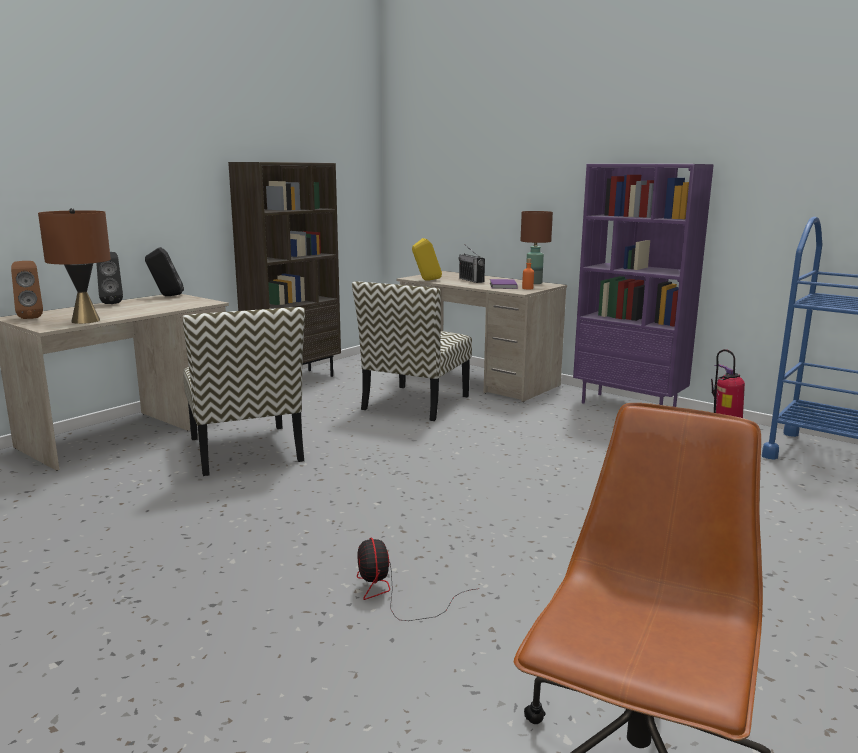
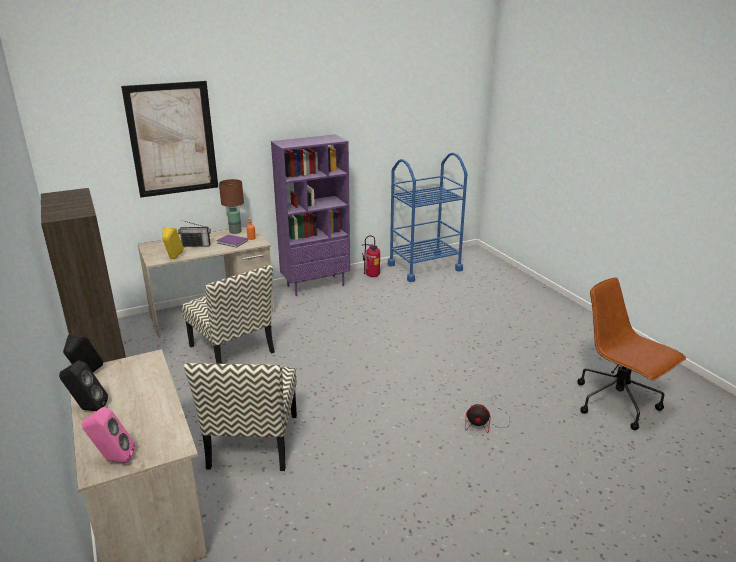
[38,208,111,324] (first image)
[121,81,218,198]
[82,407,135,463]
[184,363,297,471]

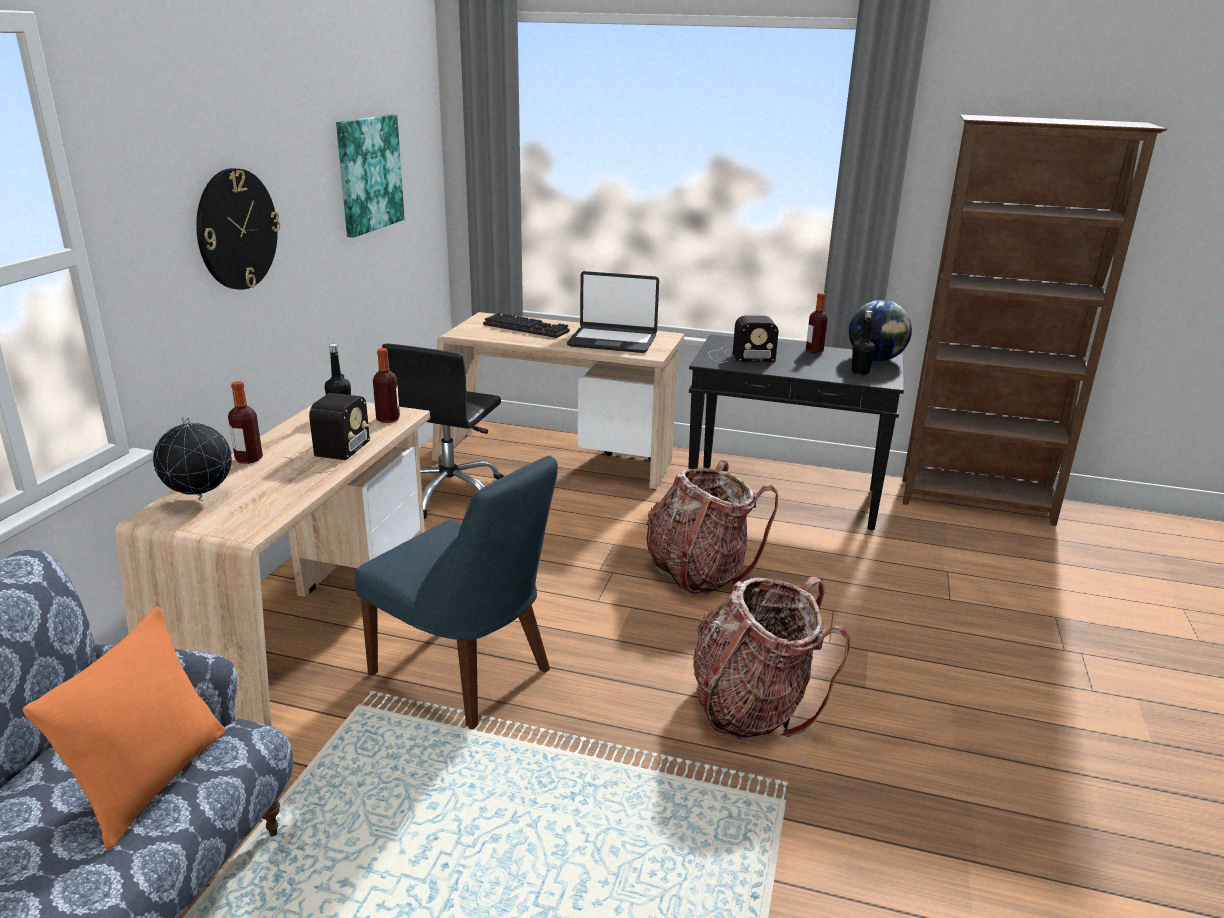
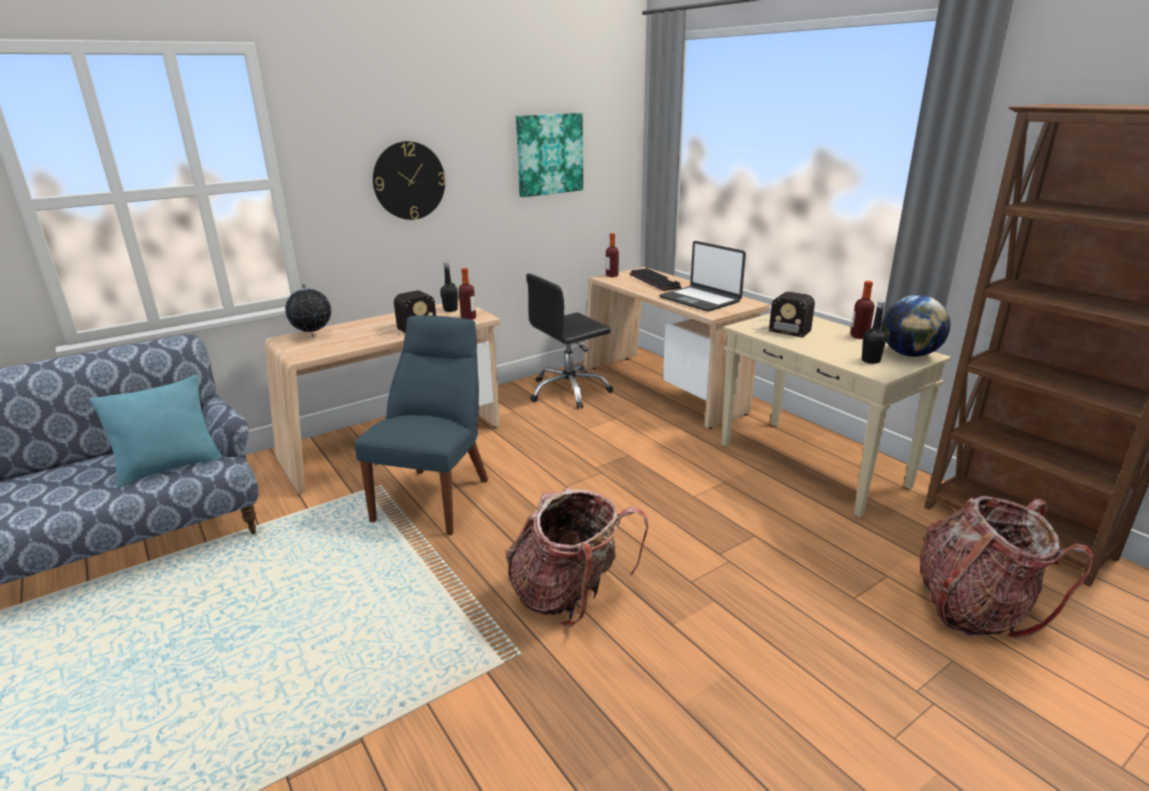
[606,233,619,277]
[920,496,1094,638]
[90,375,222,488]
[722,313,951,517]
[355,316,488,535]

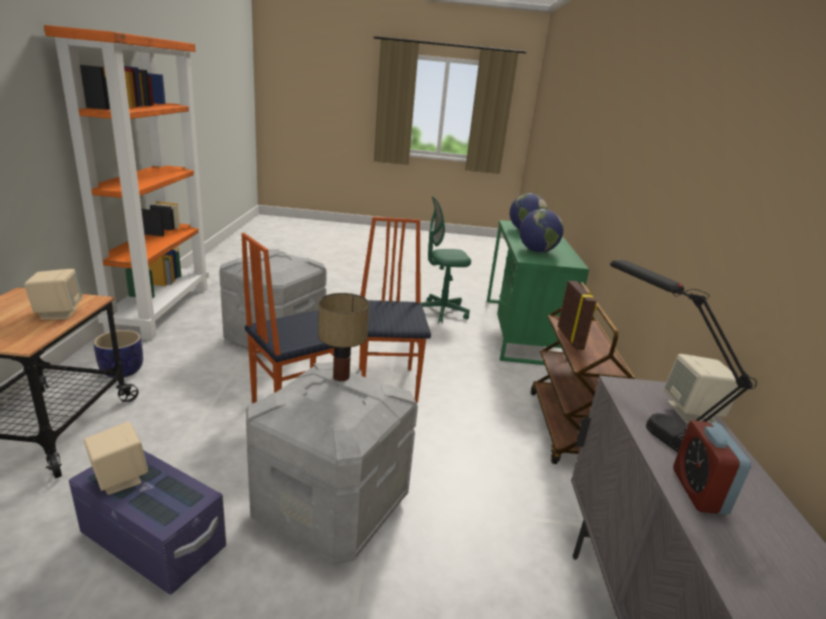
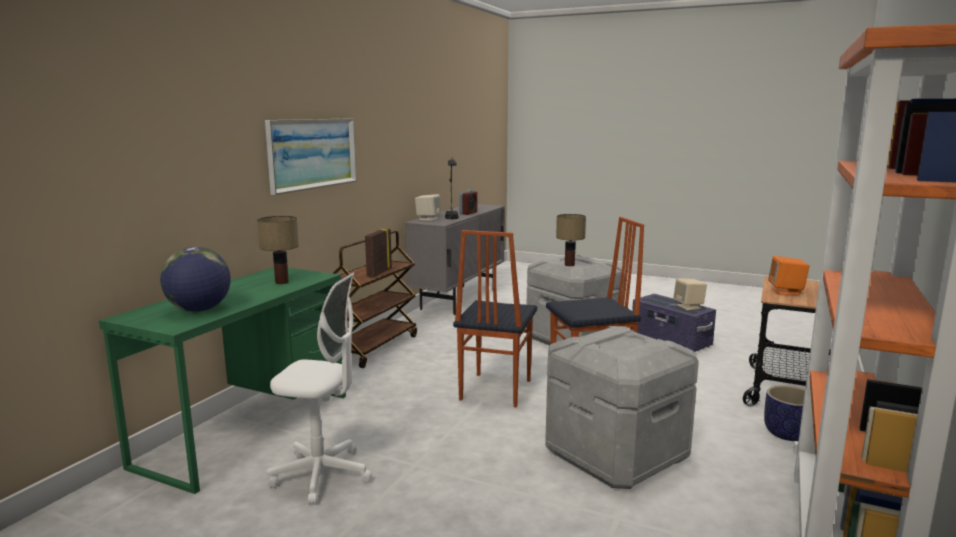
[265,119,357,195]
[257,216,299,284]
[768,256,809,296]
[267,272,372,505]

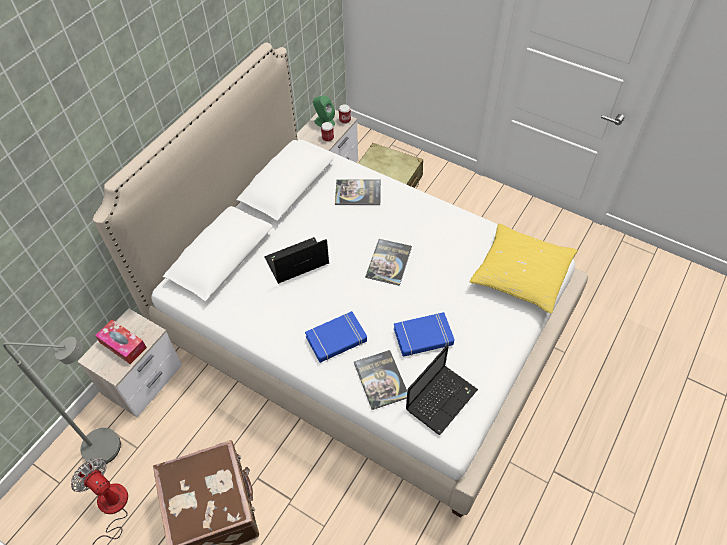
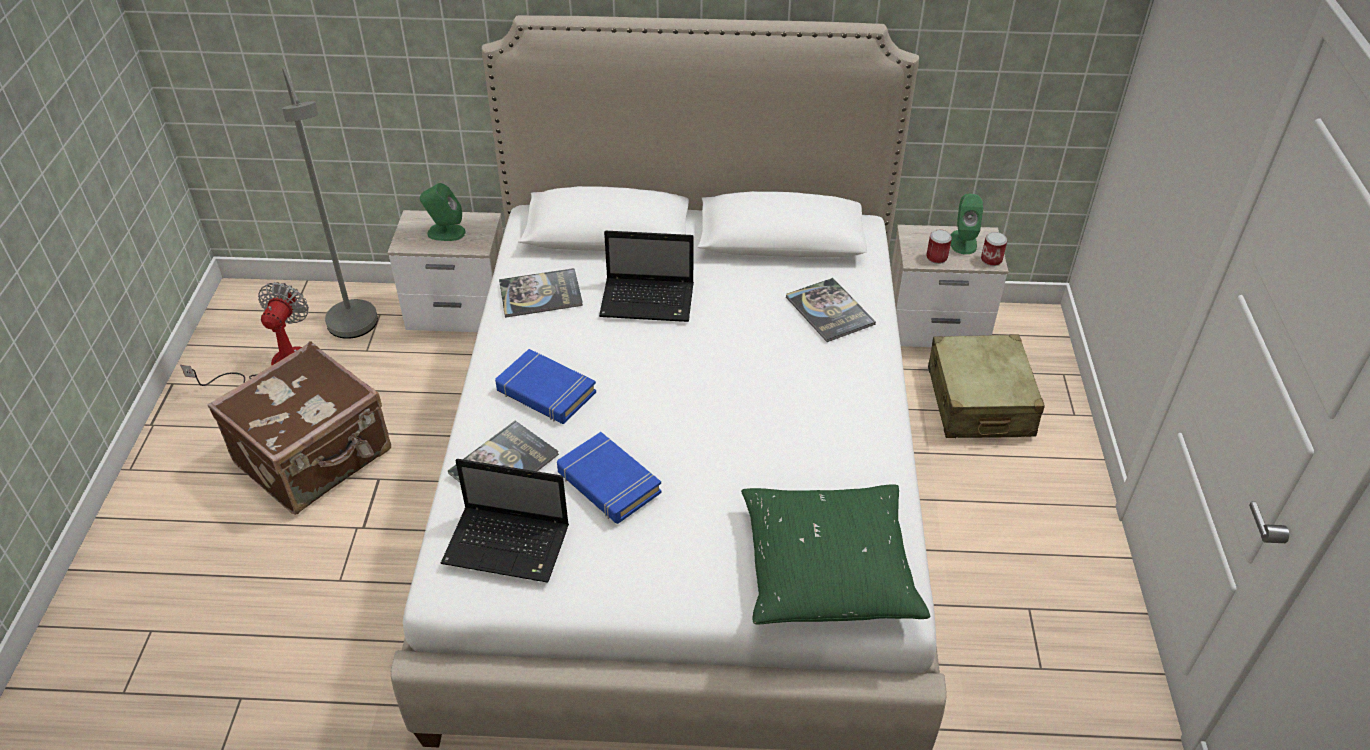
[499,268,583,318]
[420,183,465,241]
[741,484,930,625]
[599,231,694,322]

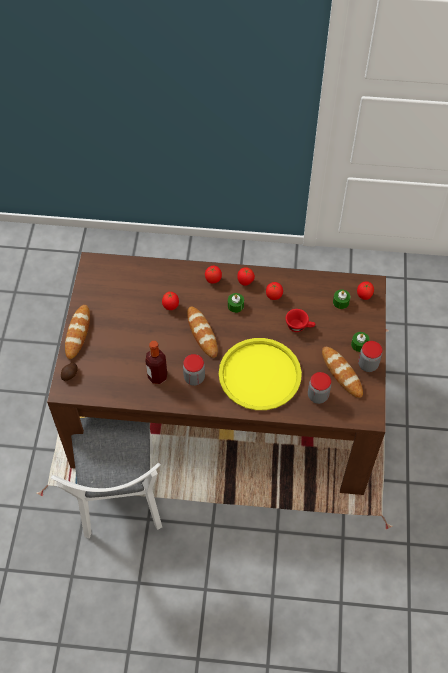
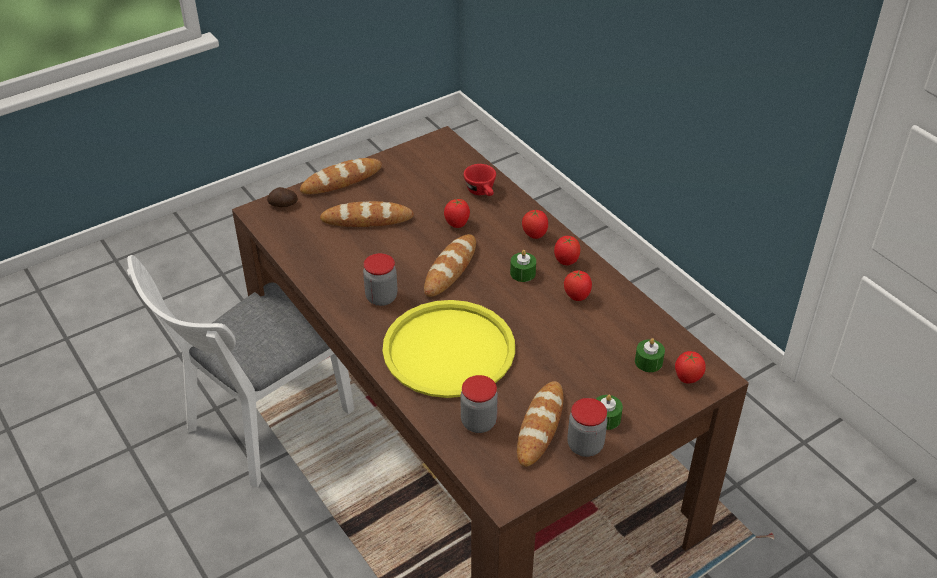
[145,341,167,384] (first image)
[320,201,414,227]
[464,164,496,196]

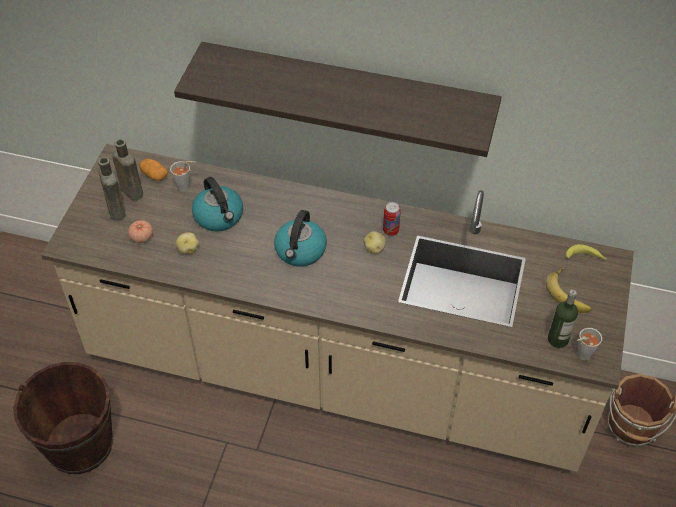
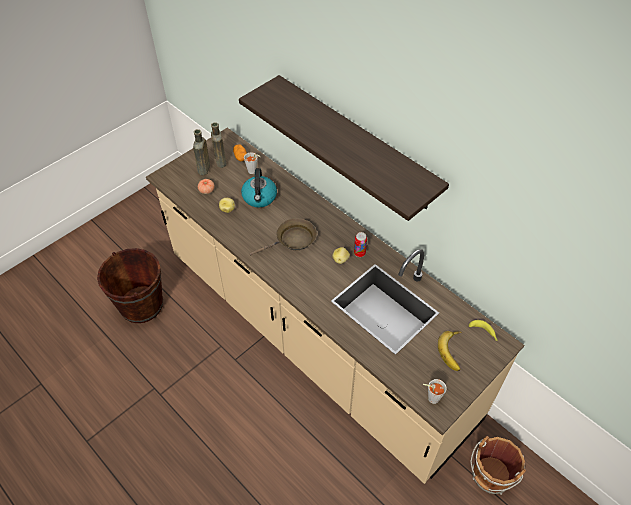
[548,290,578,348] (first image)
[249,218,317,256]

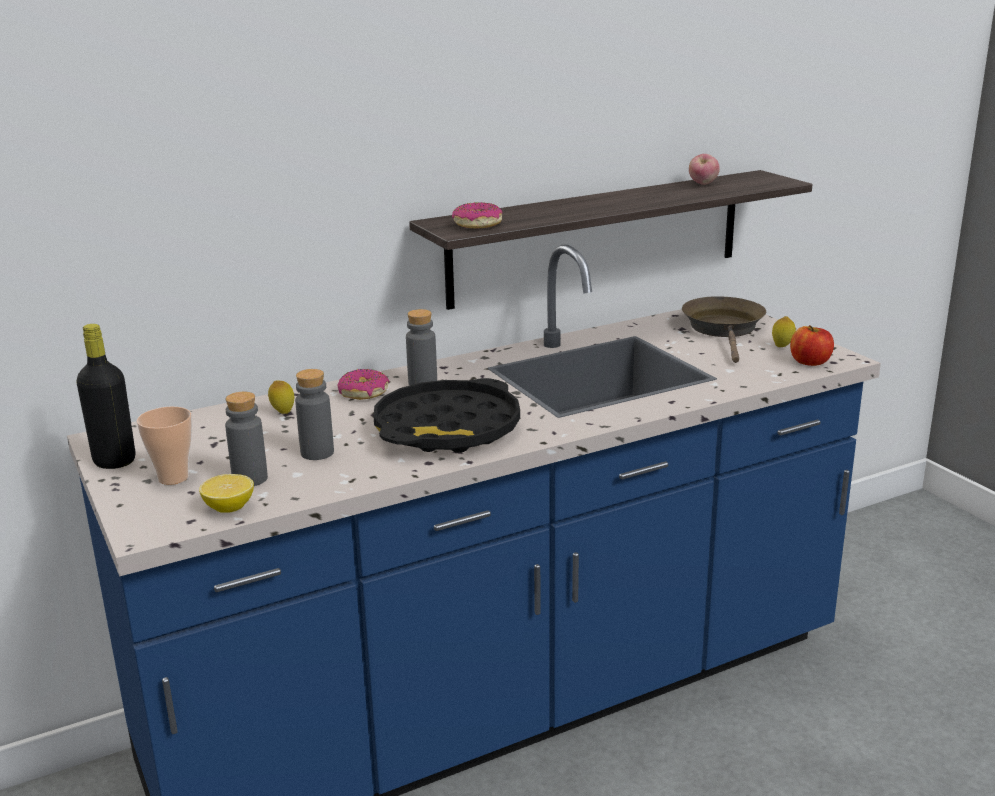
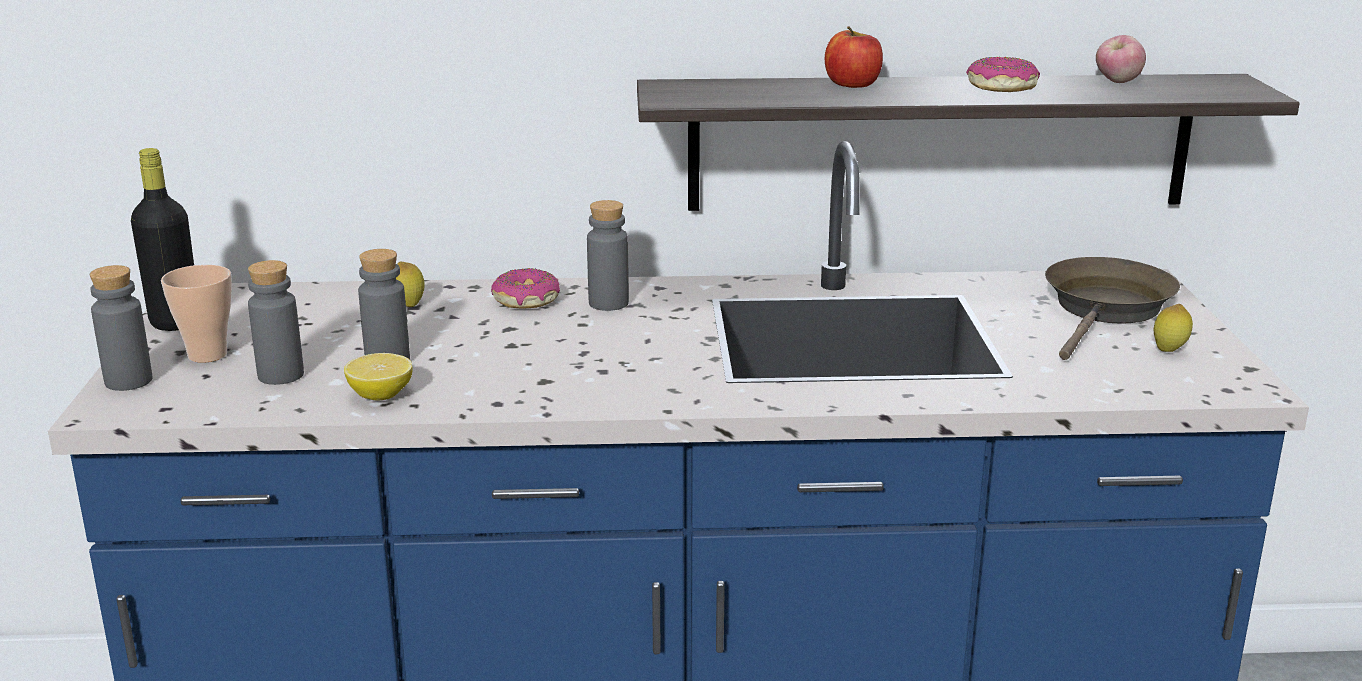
[373,378,520,453] (first image)
[90,265,152,391]
[344,353,413,401]
[966,57,1040,92]
[825,26,883,88]

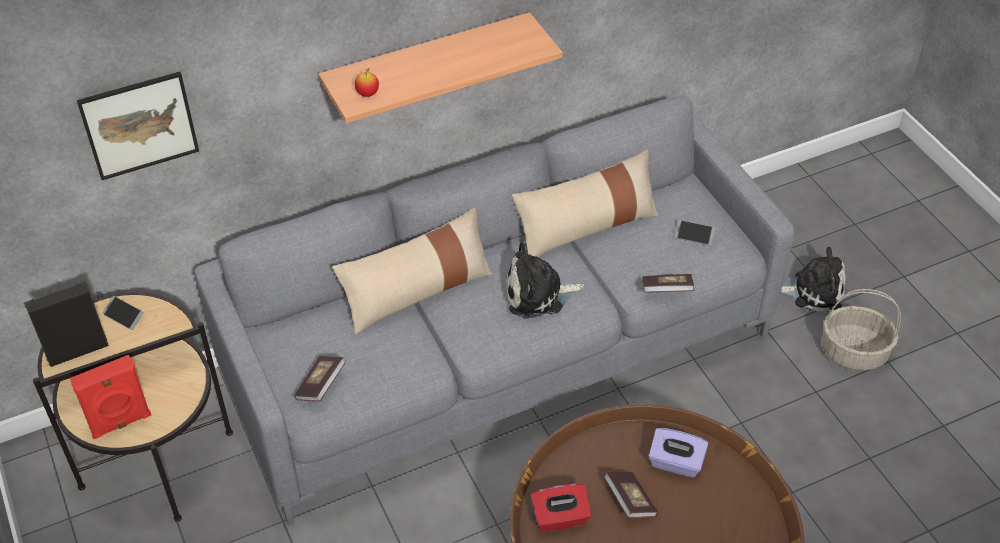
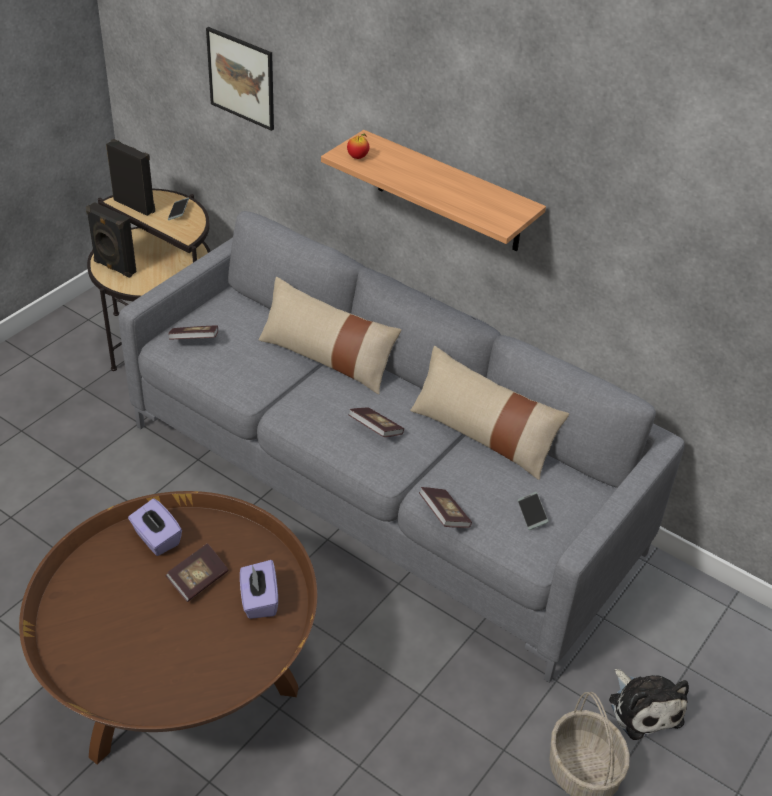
[348,407,404,437]
[86,202,136,278]
[128,499,182,556]

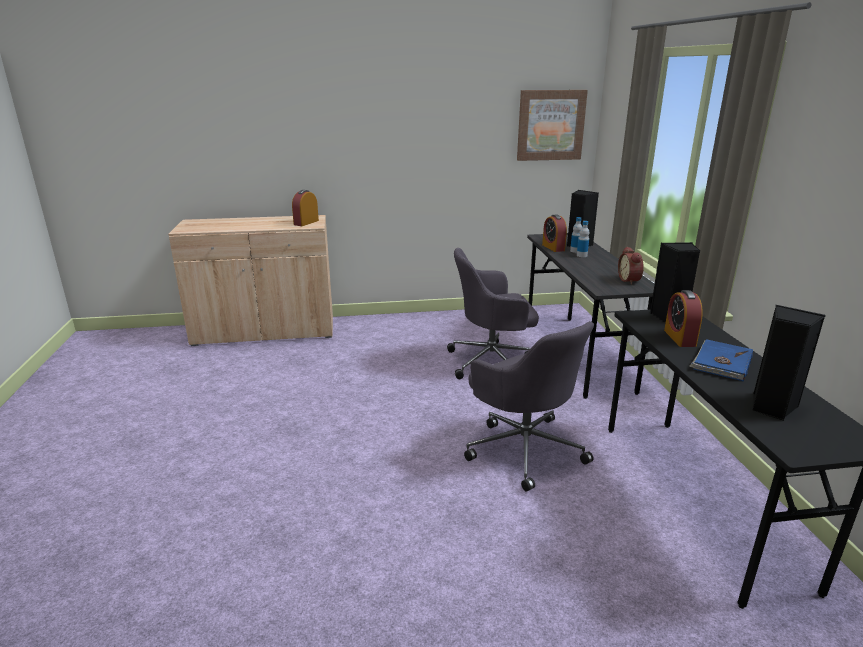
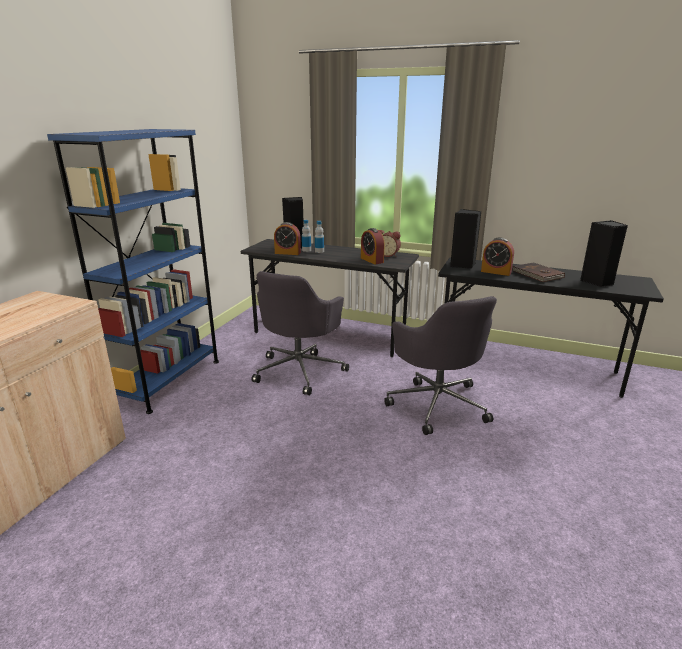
[517,90,588,161] (first image)
[47,129,219,414]
[361,228,384,264]
[512,262,565,282]
[384,296,497,435]

